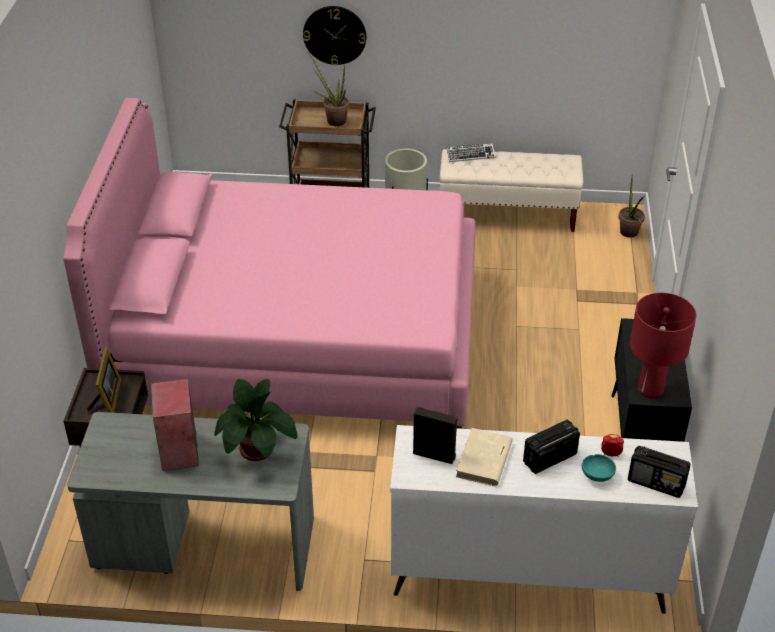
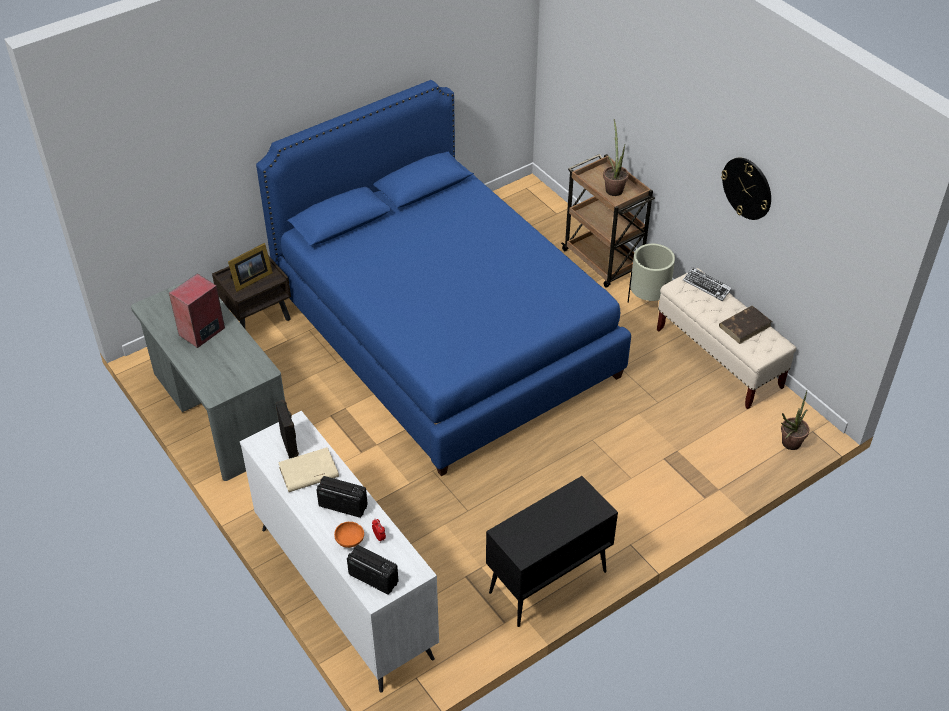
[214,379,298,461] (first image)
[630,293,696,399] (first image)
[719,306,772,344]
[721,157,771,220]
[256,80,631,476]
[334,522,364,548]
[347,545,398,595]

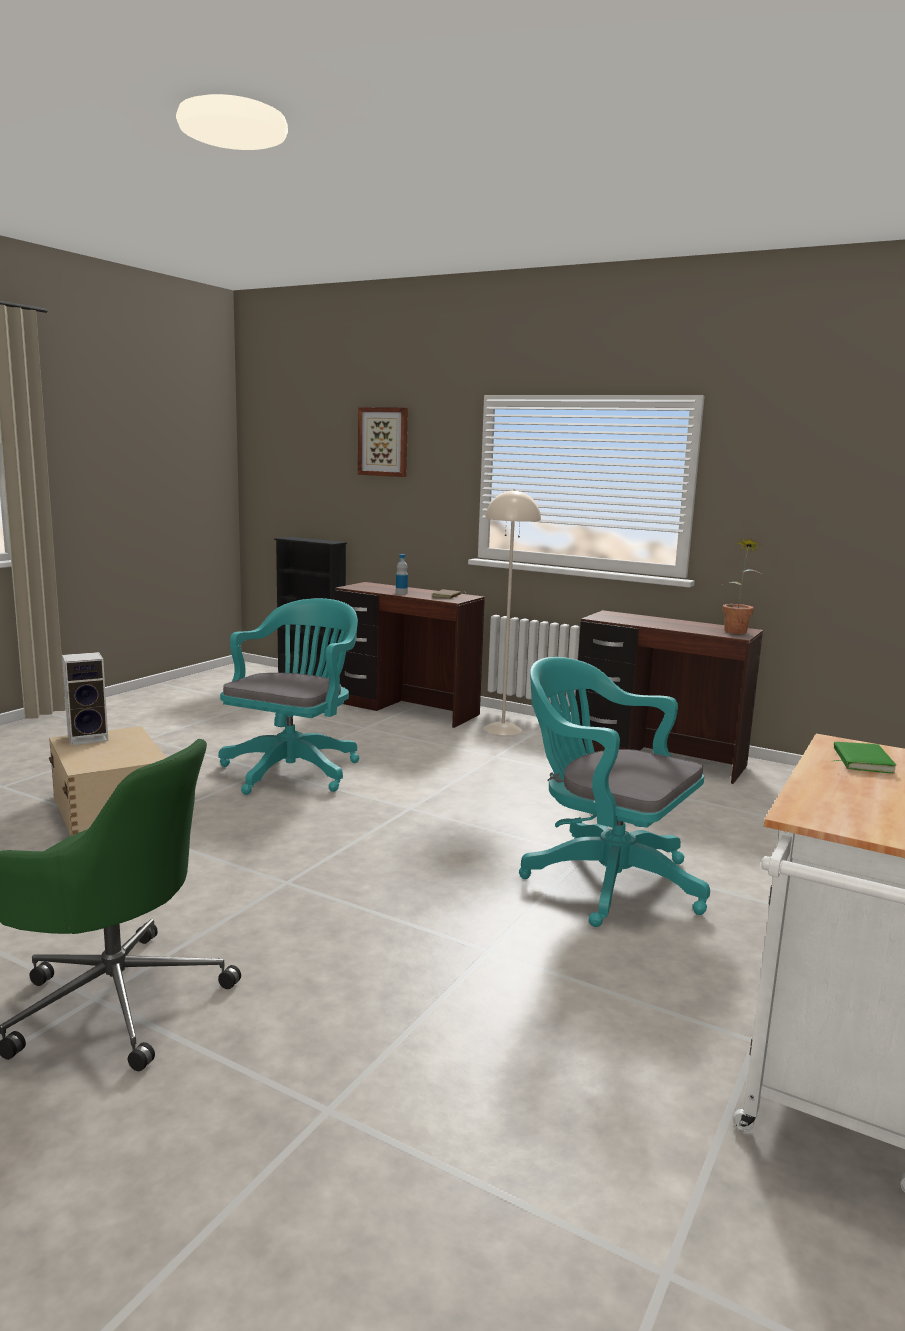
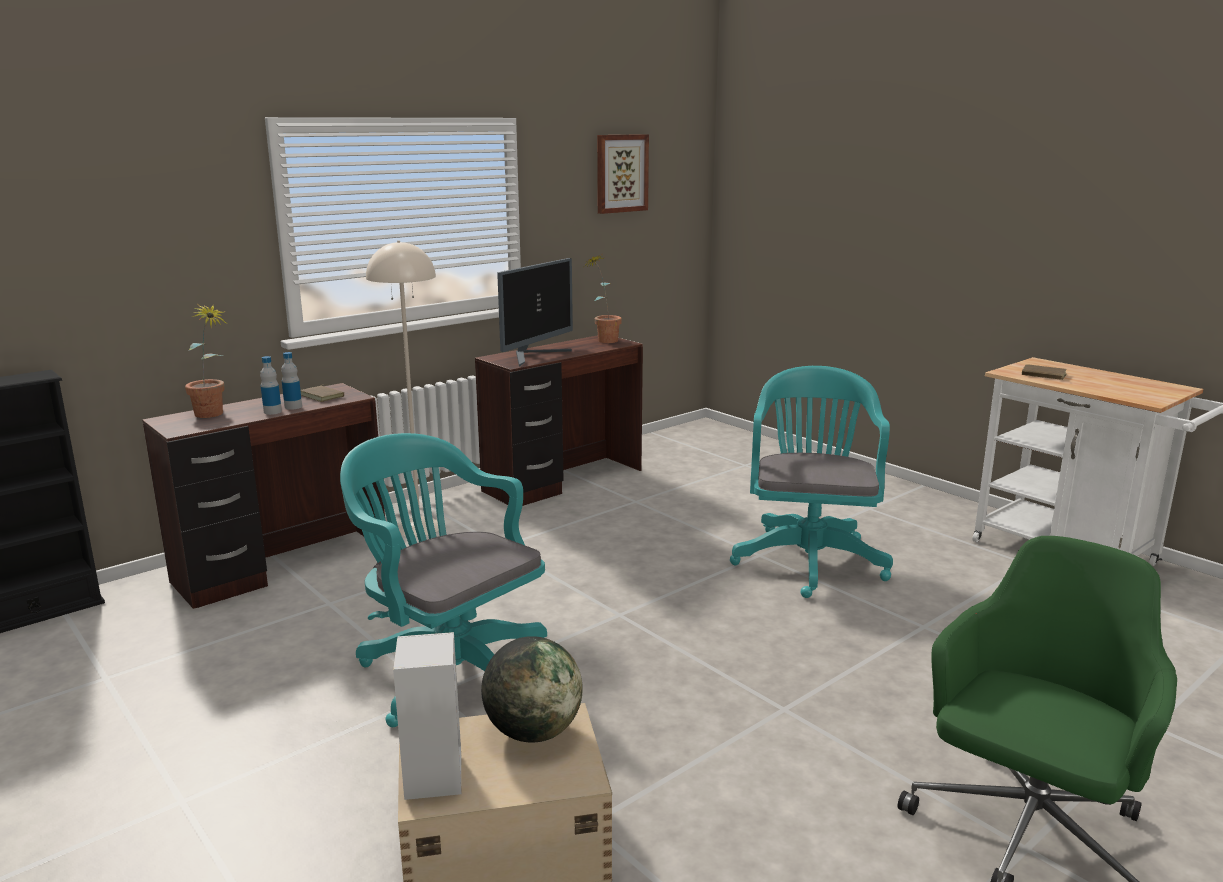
[185,304,226,418]
[281,352,302,410]
[481,636,583,743]
[497,258,573,367]
[597,134,649,214]
[1022,364,1067,380]
[730,366,893,598]

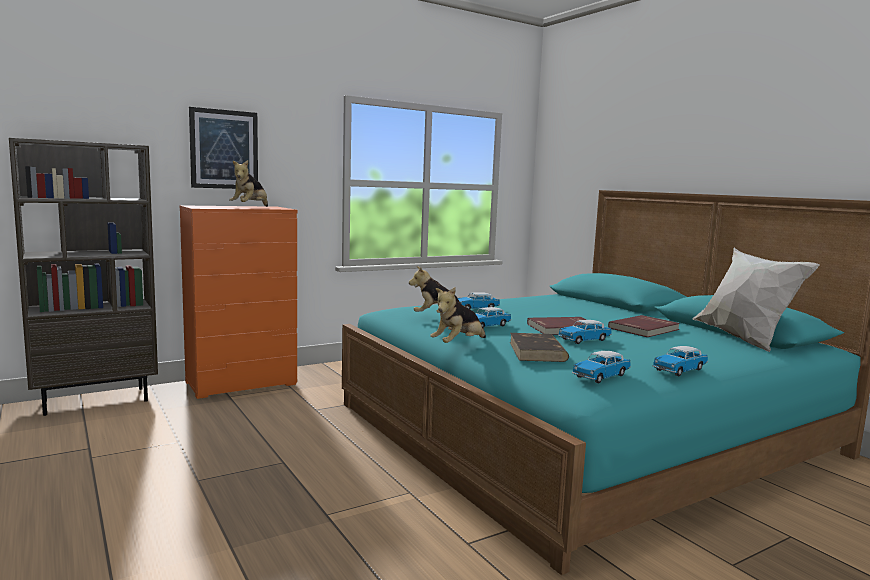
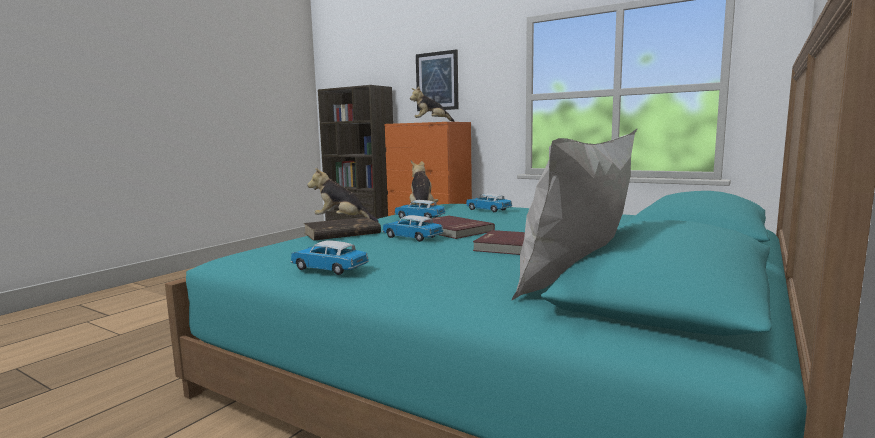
[572,351,631,383] (first image)

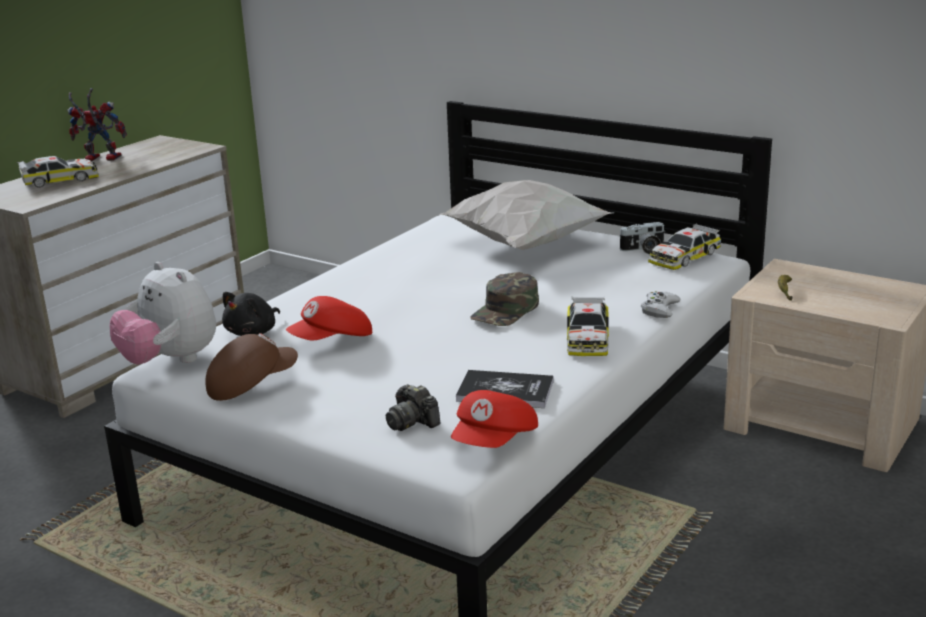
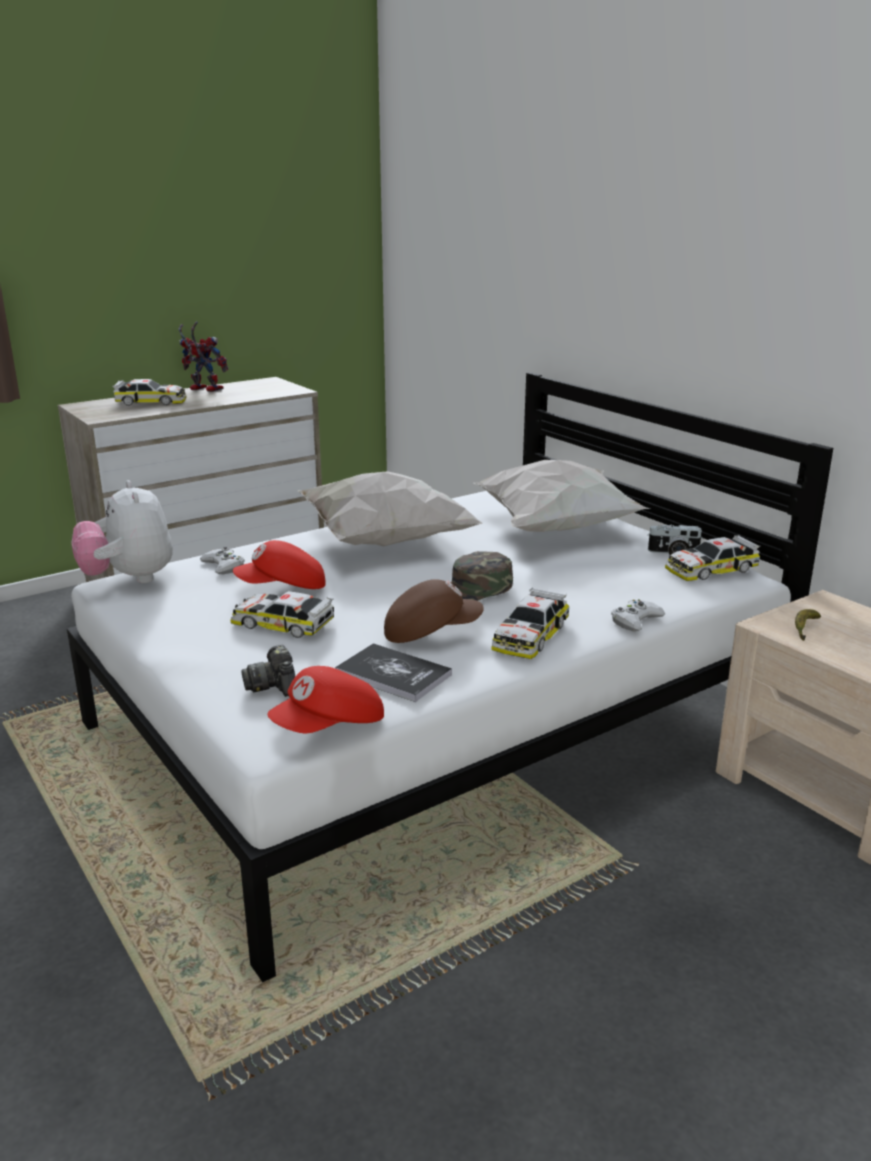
[230,591,334,638]
[298,471,483,546]
[384,579,484,643]
[200,547,245,575]

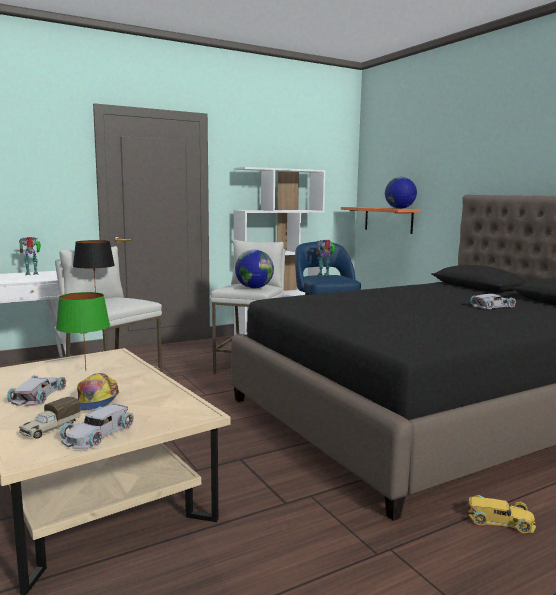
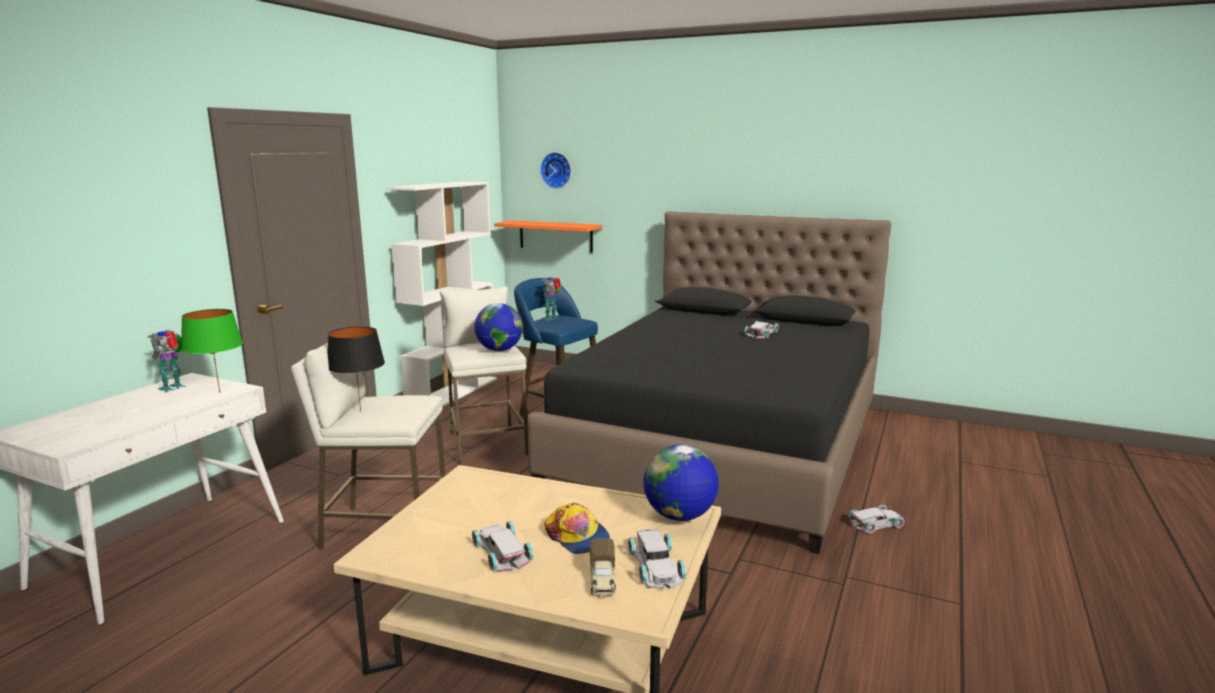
[540,152,571,189]
[181,309,243,393]
[643,445,719,521]
[848,504,905,534]

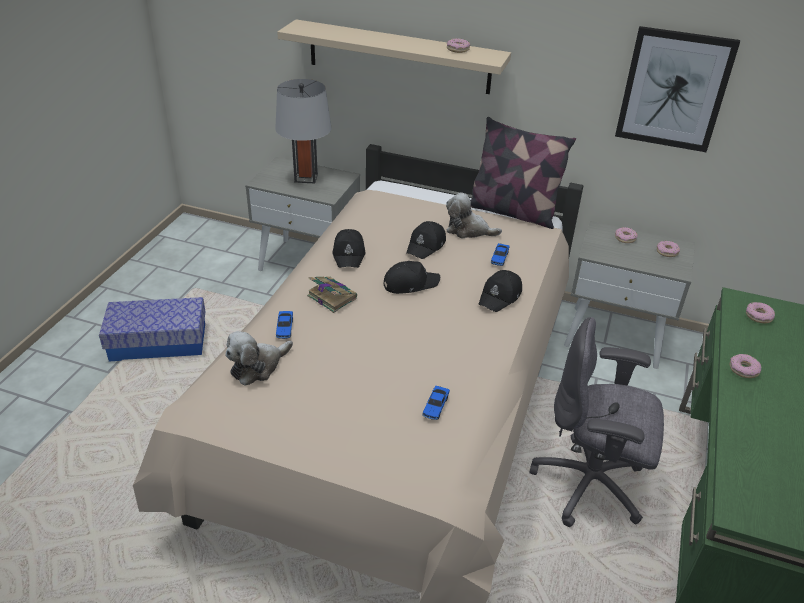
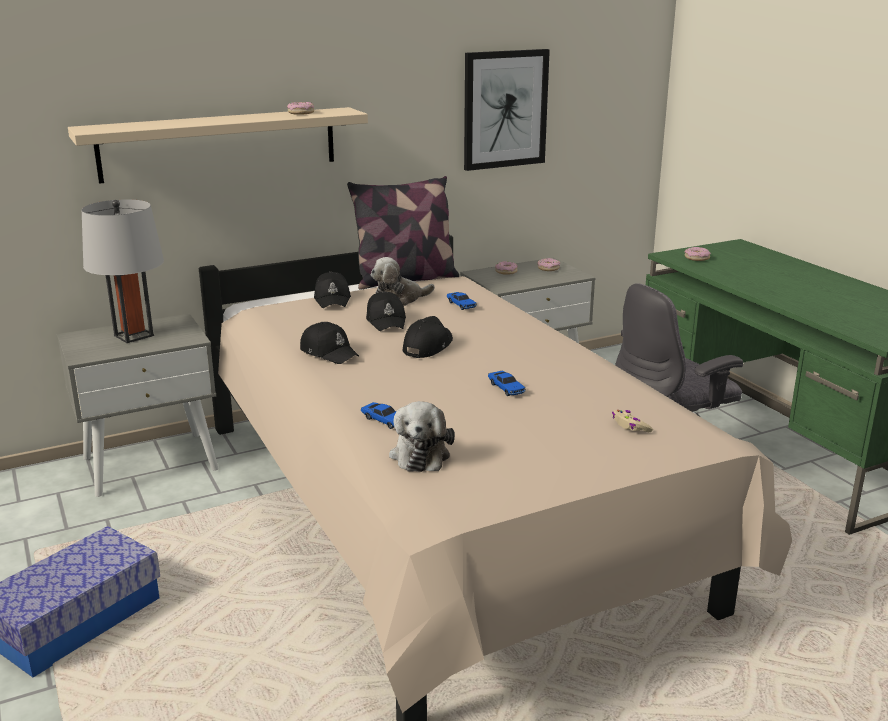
[307,276,357,313] (first image)
[730,354,761,378] (first image)
[612,410,653,433]
[488,371,526,396]
[314,271,351,308]

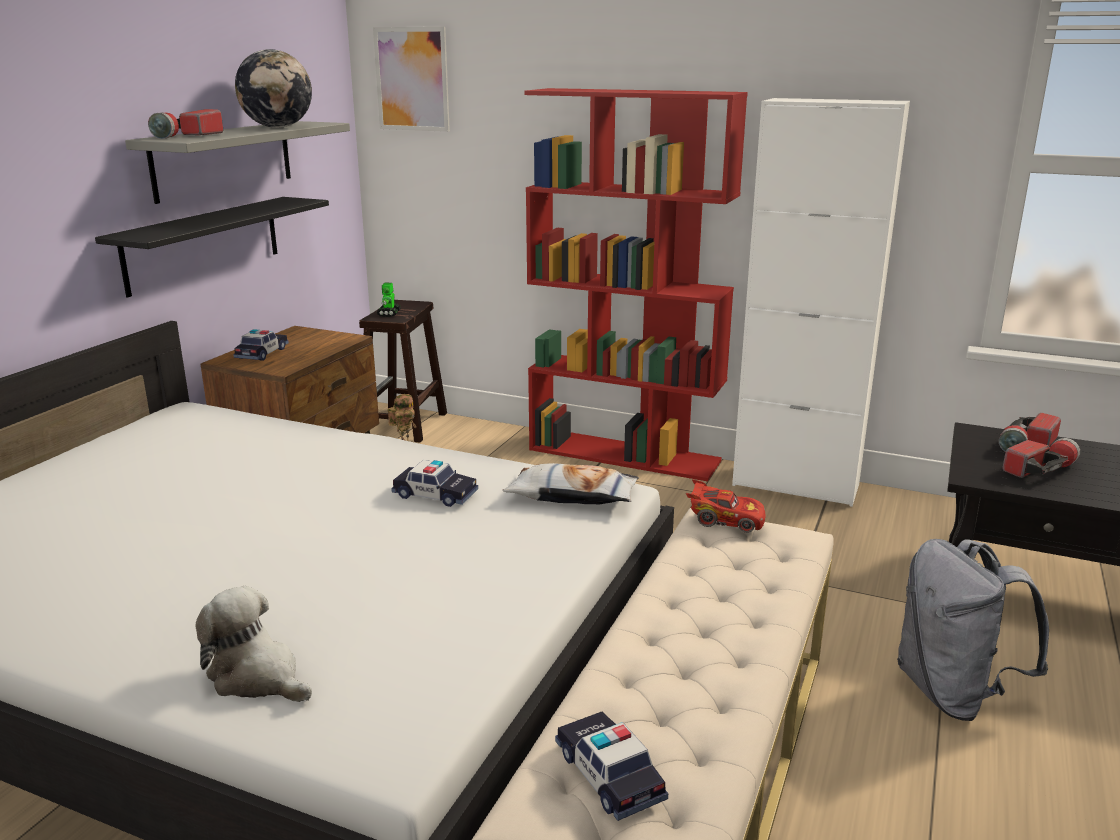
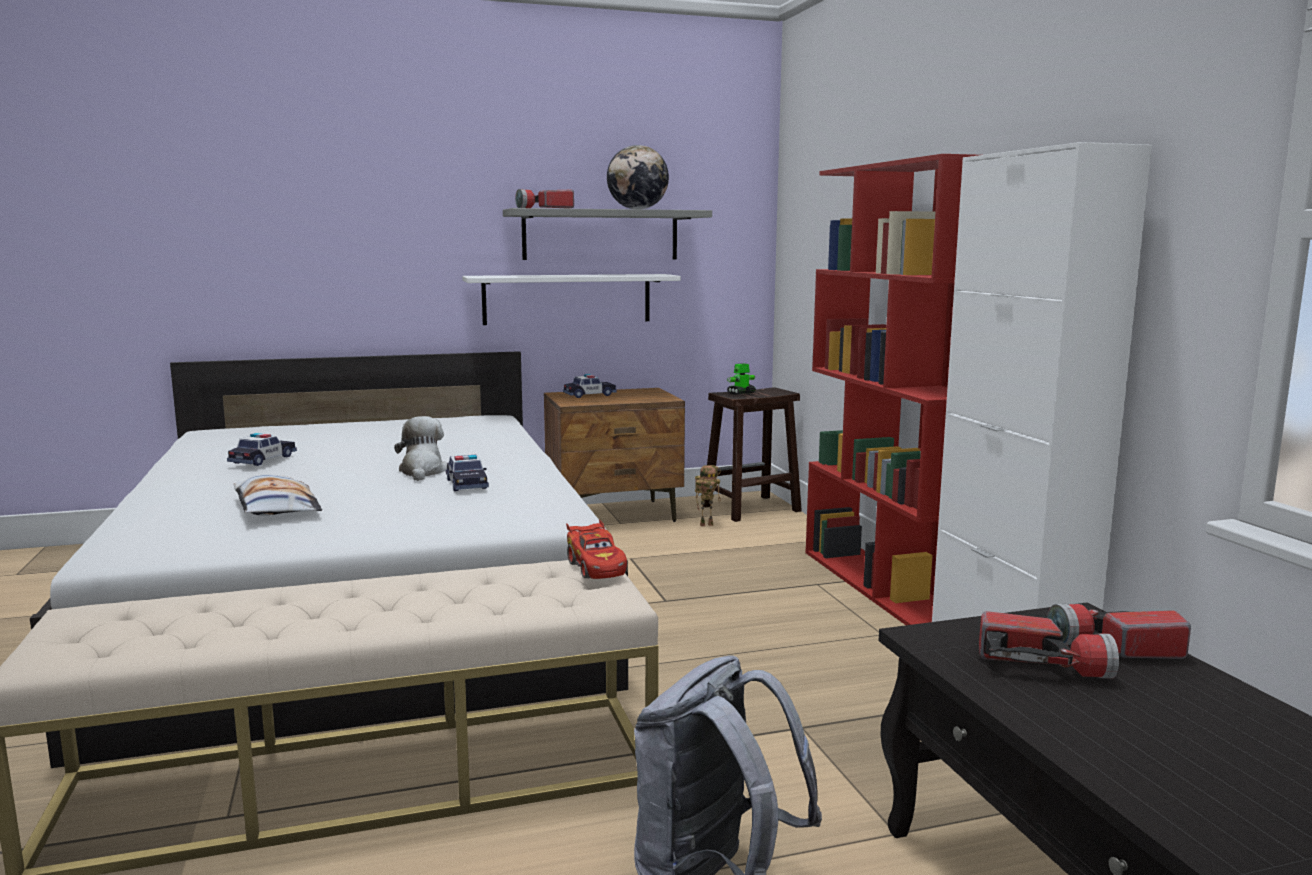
[373,27,450,132] (first image)
[394,416,447,481]
[233,474,322,515]
[227,433,297,466]
[462,274,681,325]

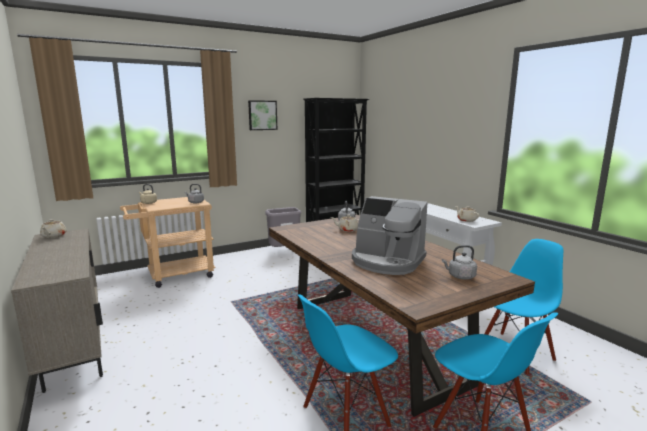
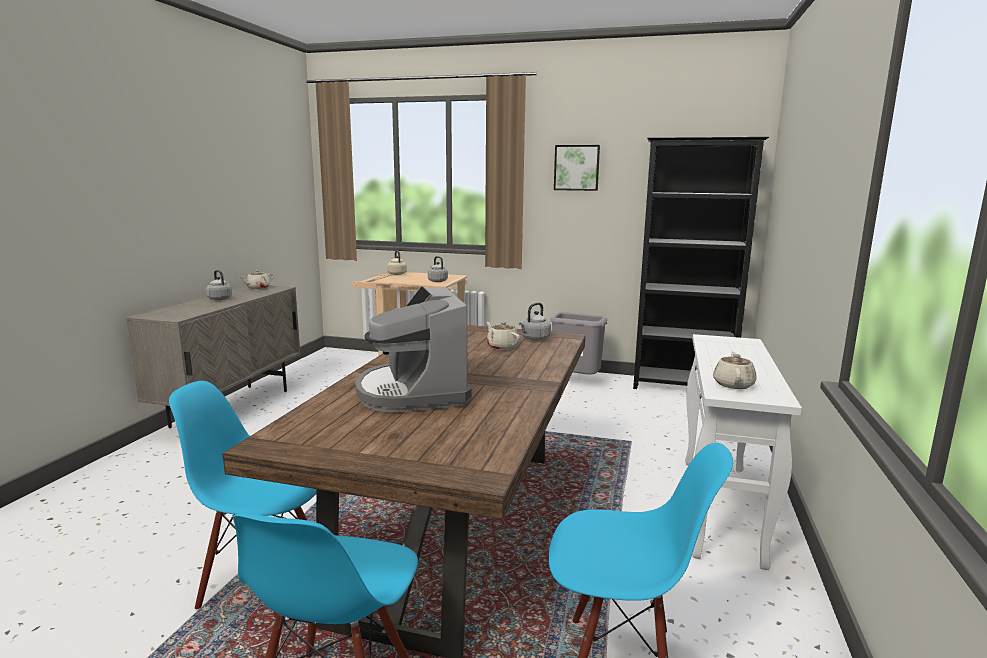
[206,270,232,300]

